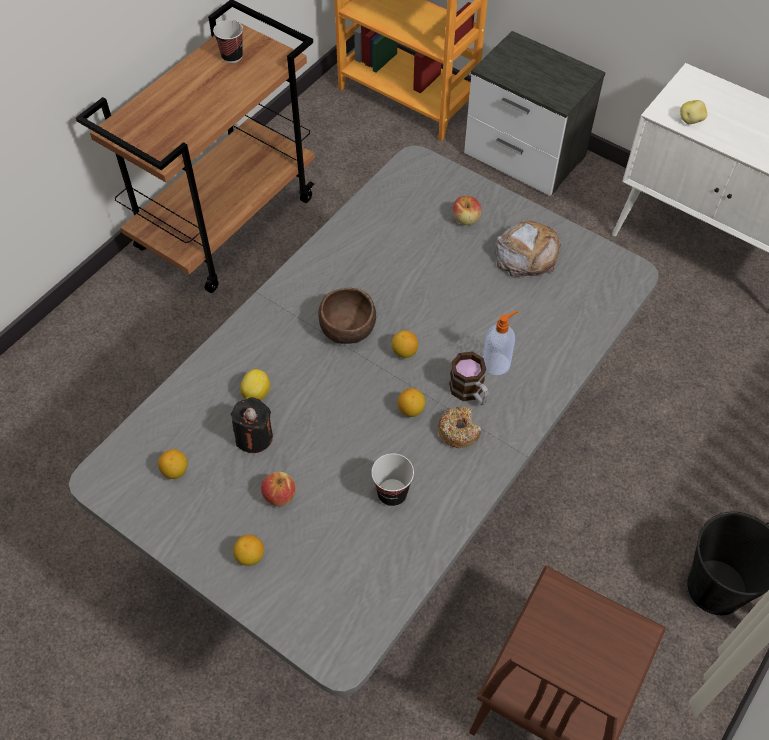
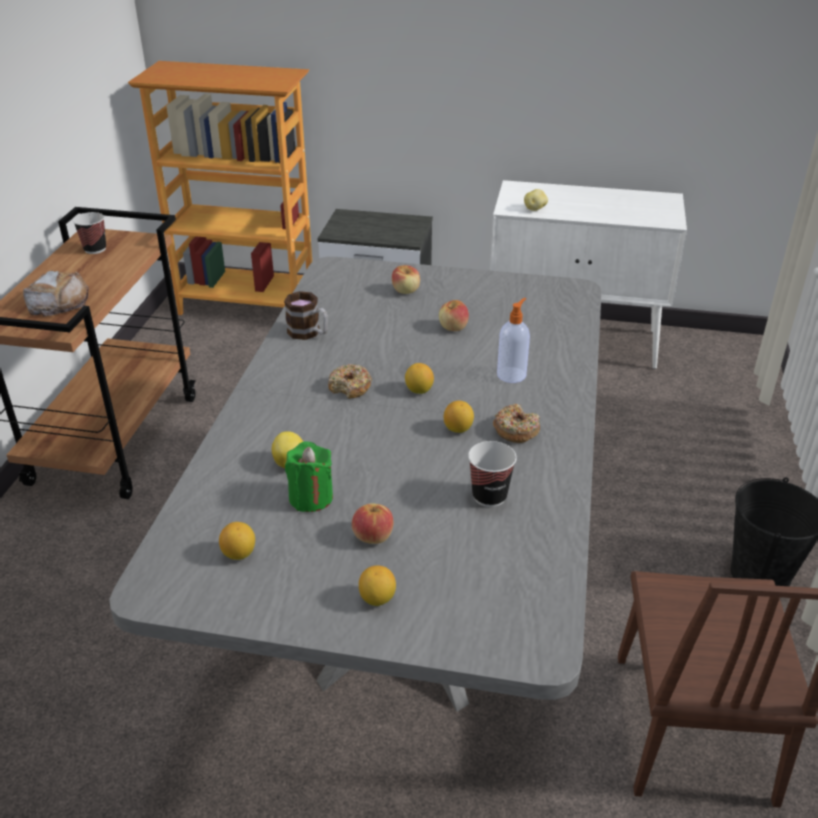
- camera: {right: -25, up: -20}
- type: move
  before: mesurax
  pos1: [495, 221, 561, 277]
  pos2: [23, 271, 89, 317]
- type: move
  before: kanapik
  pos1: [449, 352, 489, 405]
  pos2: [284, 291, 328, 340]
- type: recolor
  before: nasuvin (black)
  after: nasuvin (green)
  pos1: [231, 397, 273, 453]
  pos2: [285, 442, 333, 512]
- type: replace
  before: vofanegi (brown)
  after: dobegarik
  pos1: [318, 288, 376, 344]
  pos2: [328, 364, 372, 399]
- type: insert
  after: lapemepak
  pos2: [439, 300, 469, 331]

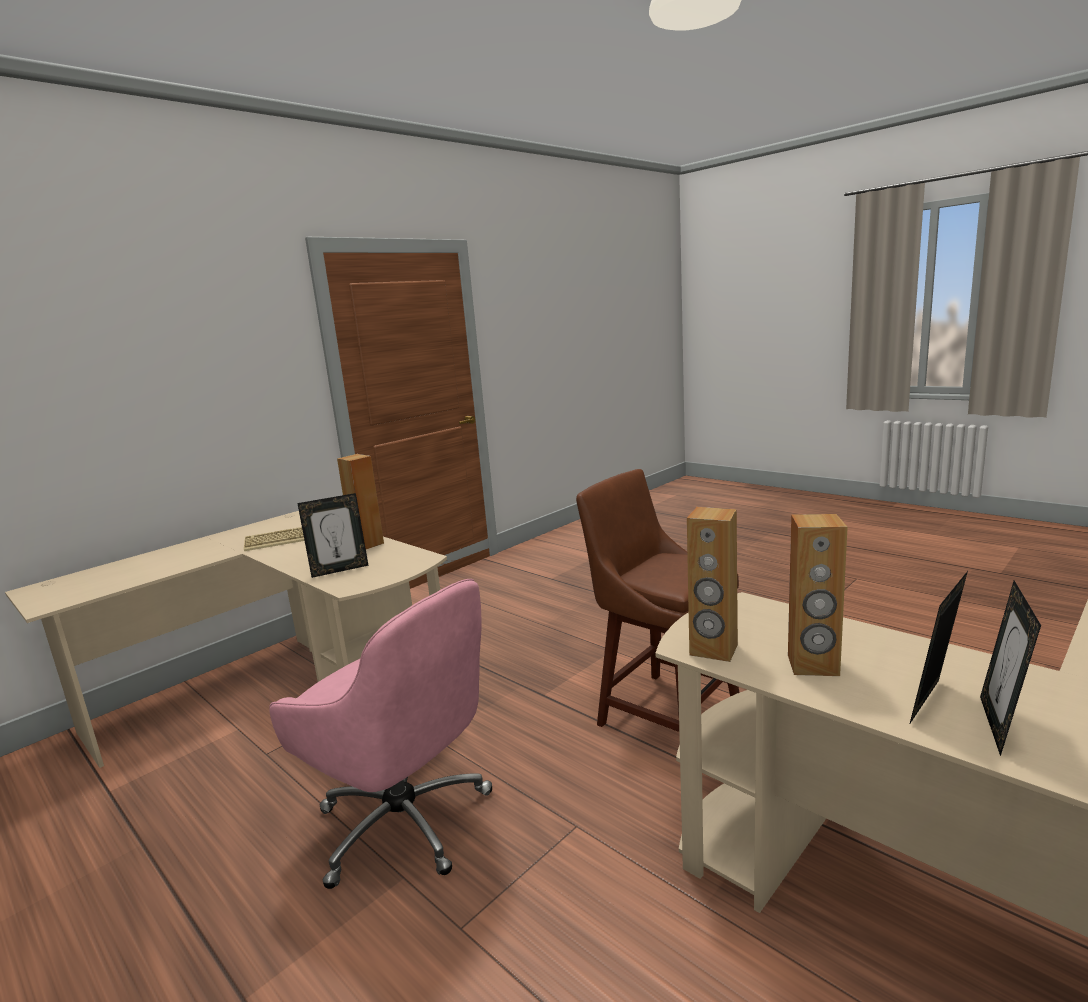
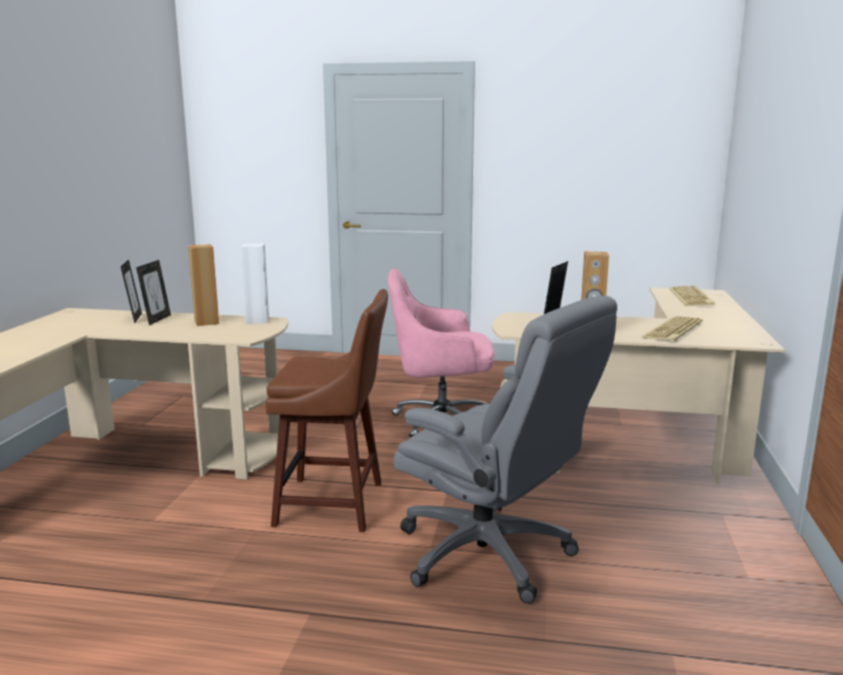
- camera: {right: 145, up: 0}
- type: recolor
  before: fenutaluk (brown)
  after: fenutaluk (white)
  pos1: [687, 507, 738, 662]
  pos2: [241, 244, 269, 324]
- type: insert
  after: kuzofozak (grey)
  pos2: [394, 296, 617, 604]
- type: insert
  after: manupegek
  pos2: [669, 286, 715, 306]

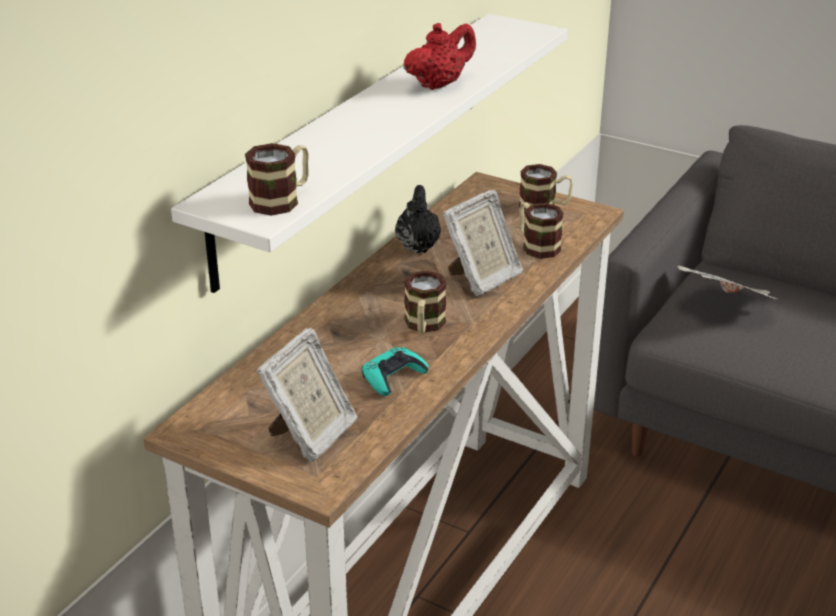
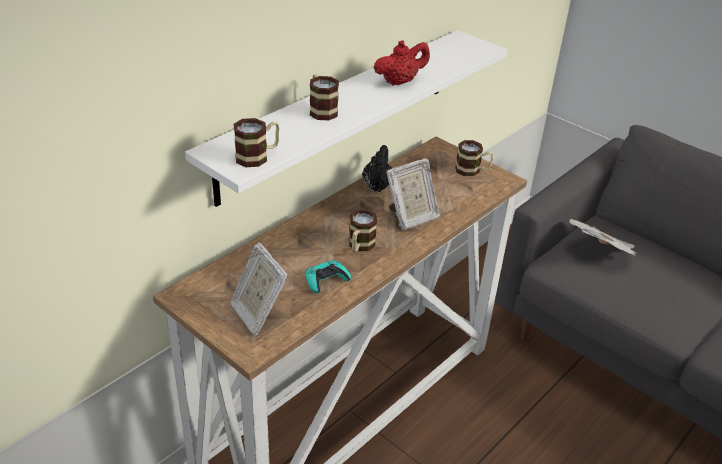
- camera: {right: 10, up: 5}
- type: rotate
  before: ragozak
  pos1: [257, 328, 358, 462]
  pos2: [230, 242, 288, 336]
  turn: 105
- type: move
  before: kanapik
  pos1: [519, 203, 564, 259]
  pos2: [310, 74, 339, 120]

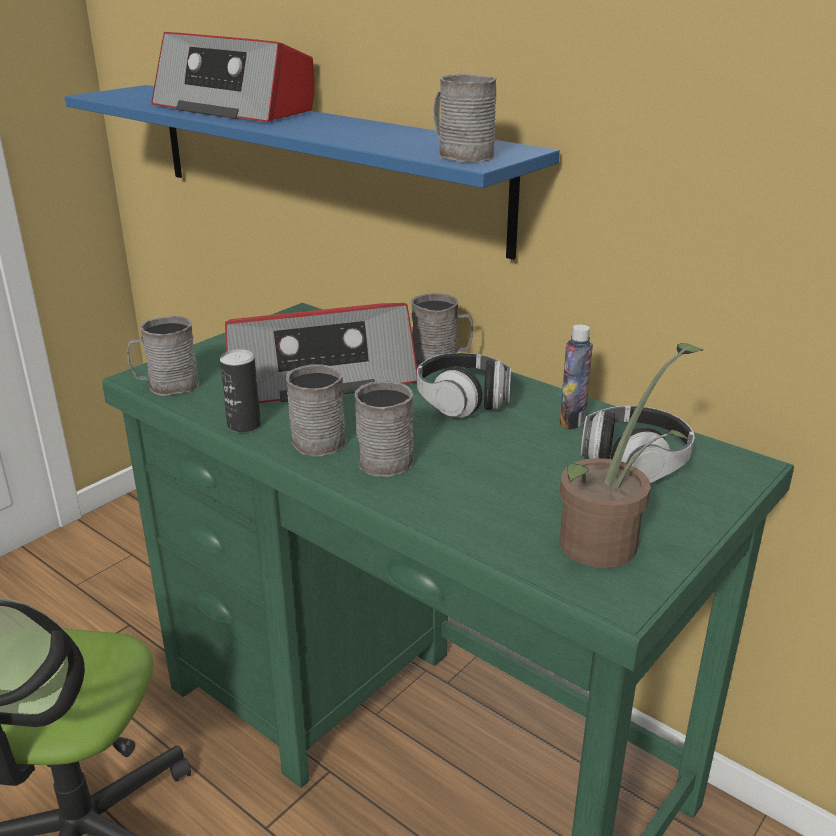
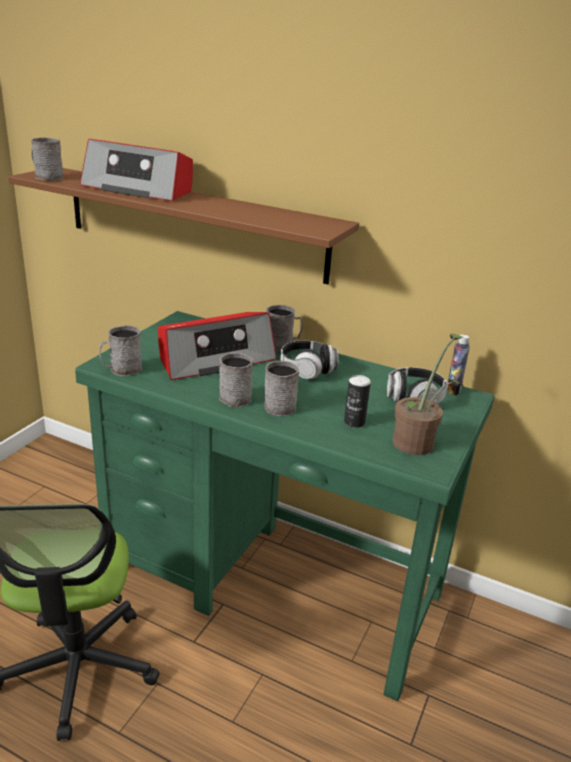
- camera: {right: -15, up: 0}
- type: recolor
  before: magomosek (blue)
  after: magomosek (brown)
  pos1: [65, 85, 560, 260]
  pos2: [8, 168, 359, 284]
- type: move
  before: kanapik (grey)
  pos1: [434, 74, 496, 163]
  pos2: [31, 138, 64, 181]
- type: move
  before: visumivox
  pos1: [220, 349, 261, 433]
  pos2: [344, 375, 371, 428]
- type: move
  before: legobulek
  pos1: [560, 324, 593, 430]
  pos2: [447, 334, 470, 395]

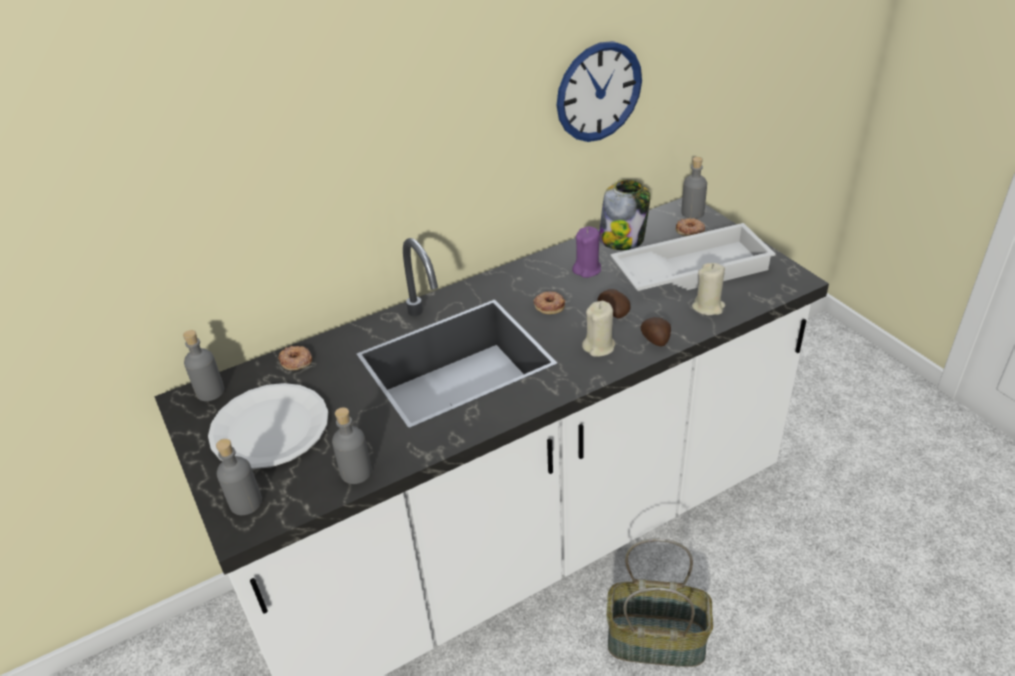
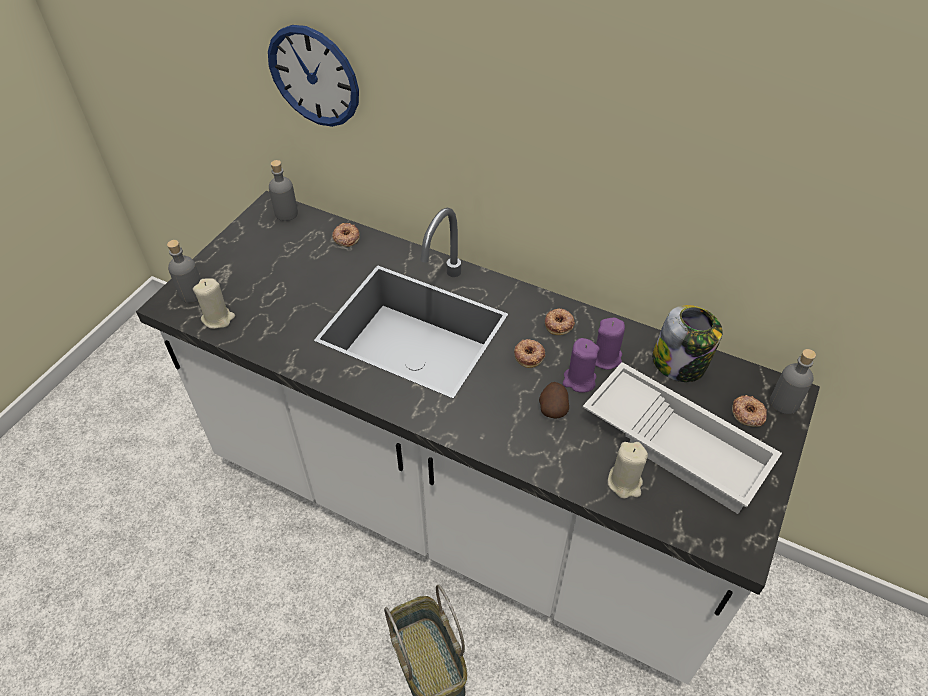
- camera: {right: 55, up: 10}
- type: move
  before: nasuvin (beige)
  pos1: [582, 301, 615, 357]
  pos2: [193, 278, 235, 329]
- type: move
  before: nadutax
  pos1: [556, 41, 642, 142]
  pos2: [268, 25, 359, 127]
- type: insert
  after: dobegarik
  pos2: [545, 308, 575, 335]
- type: insert
  after: nasuvin (purple)
  pos2: [563, 338, 599, 393]
- type: delete
  before: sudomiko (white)
  pos1: [208, 383, 328, 469]
- type: delete
  before: legobulek (grey)
  pos1: [332, 407, 372, 484]
- type: delete
  before: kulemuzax
  pos1: [641, 317, 671, 347]

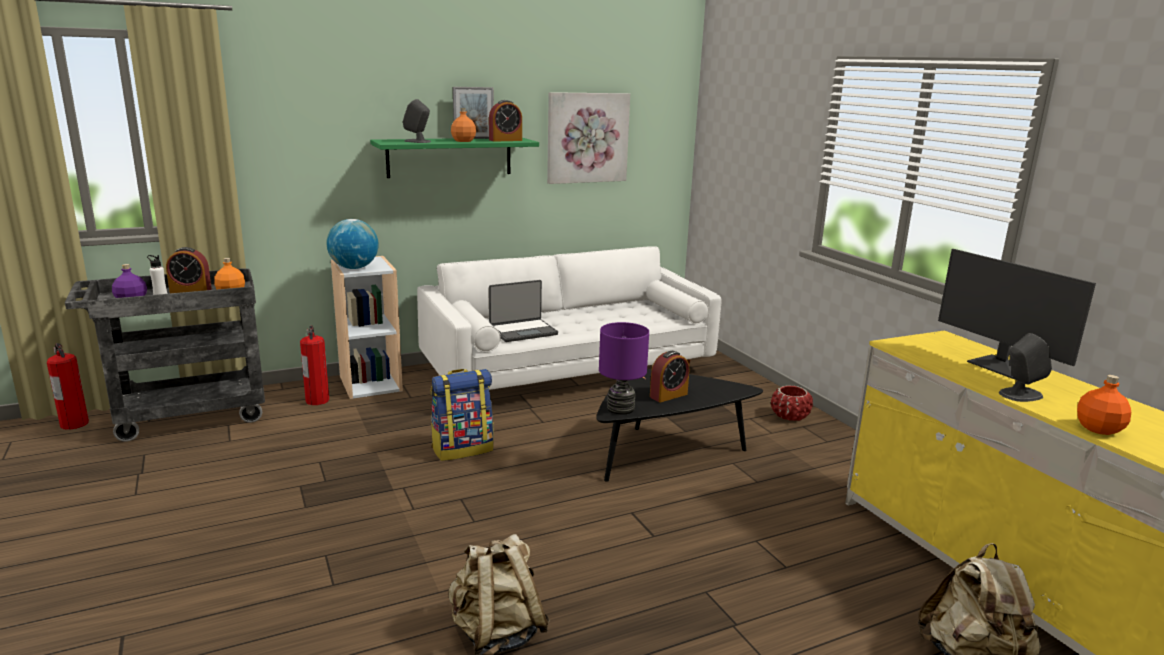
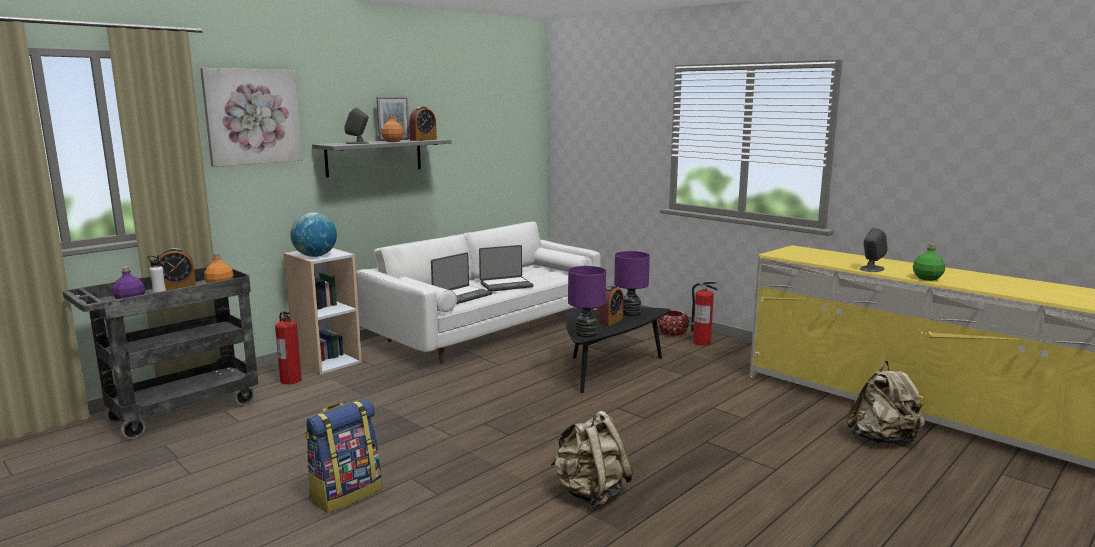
- camera: {right: -20, up: -5}
- type: move
  before: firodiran
  pos1: [547, 92, 630, 184]
  pos2: [200, 68, 302, 167]
- type: move
  before: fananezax
  pos1: [430, 369, 494, 461]
  pos2: [305, 399, 382, 513]
- type: recolor
  before: magomosek (green)
  after: magomosek (grey)
  pos1: [370, 138, 539, 178]
  pos2: [312, 139, 451, 177]
- type: insert
  after: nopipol
  pos2: [479, 245, 533, 291]
- type: insert
  after: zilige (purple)
  pos2: [614, 251, 650, 316]
- type: move
  before: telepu
  pos1: [47, 343, 89, 430]
  pos2: [691, 282, 717, 346]
- type: recolor
  before: legobulek (orange)
  after: legobulek (green)
  pos1: [1077, 375, 1131, 435]
  pos2: [913, 244, 945, 281]
- type: delete
  before: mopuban
  pos1: [938, 249, 1096, 379]

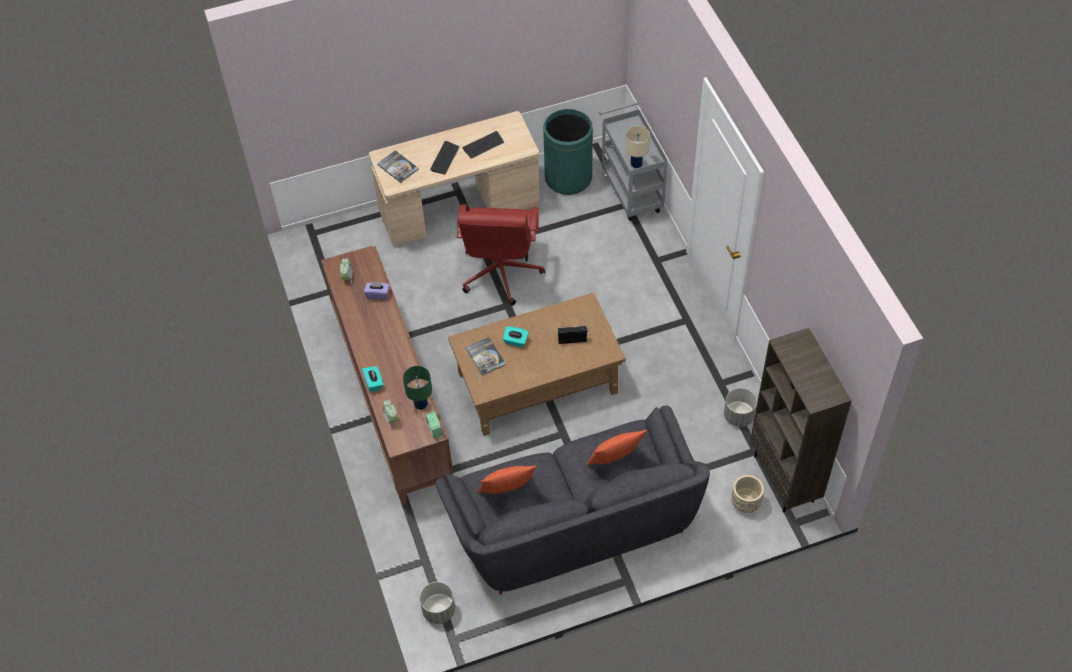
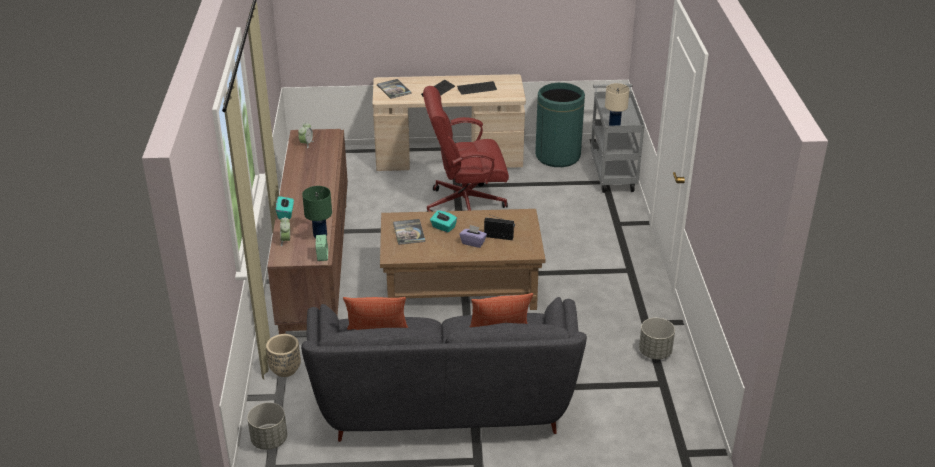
- camera: {right: 15, up: -20}
- type: move
  before: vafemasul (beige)
  pos1: [731, 475, 764, 513]
  pos2: [266, 334, 301, 377]
- type: rotate
  before: kuzofozak (red)
  pos1: [457, 204, 545, 306]
  pos2: [423, 86, 509, 212]
  turn: 60
- type: move
  before: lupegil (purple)
  pos1: [364, 281, 389, 300]
  pos2: [460, 225, 487, 248]
- type: delete
  before: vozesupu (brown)
  pos1: [750, 328, 852, 512]

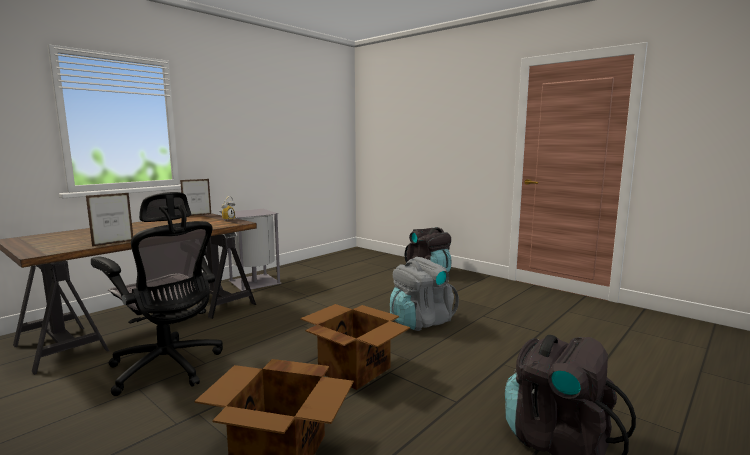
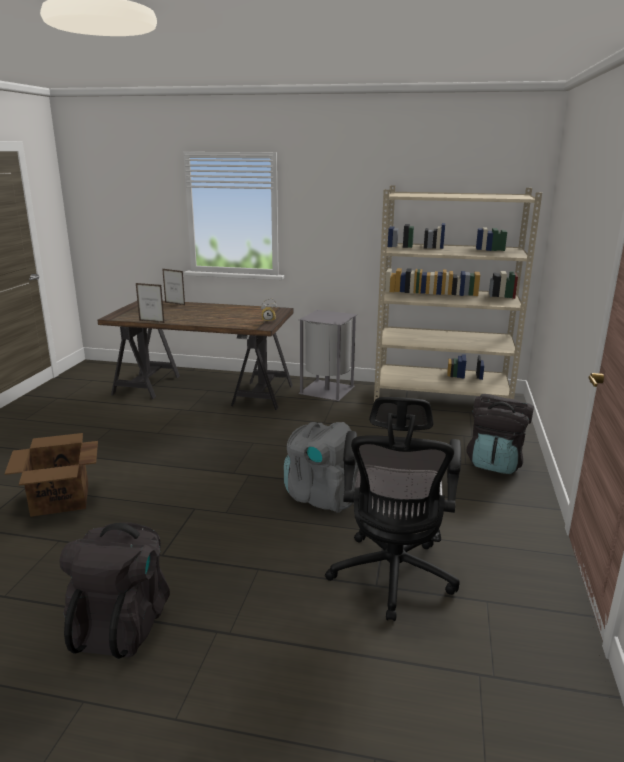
- camera: {right: 60, up: 10}
- type: move
  before: ragozak
  pos1: [180, 179, 211, 216]
  pos2: [162, 269, 185, 305]
- type: move
  before: kuzofozak
  pos1: [91, 192, 223, 396]
  pos2: [325, 397, 461, 621]
- type: insert
  after: vozesupu (beige)
  pos2: [374, 185, 542, 402]
- type: delete
  before: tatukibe
  pos1: [300, 304, 410, 390]

